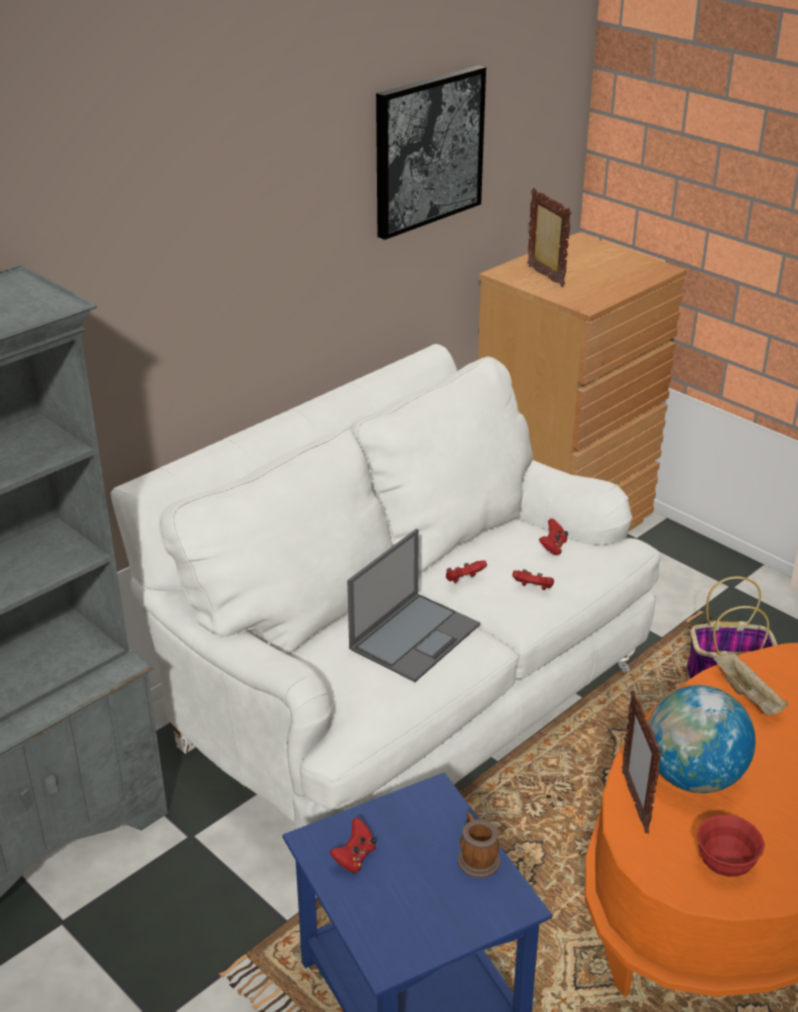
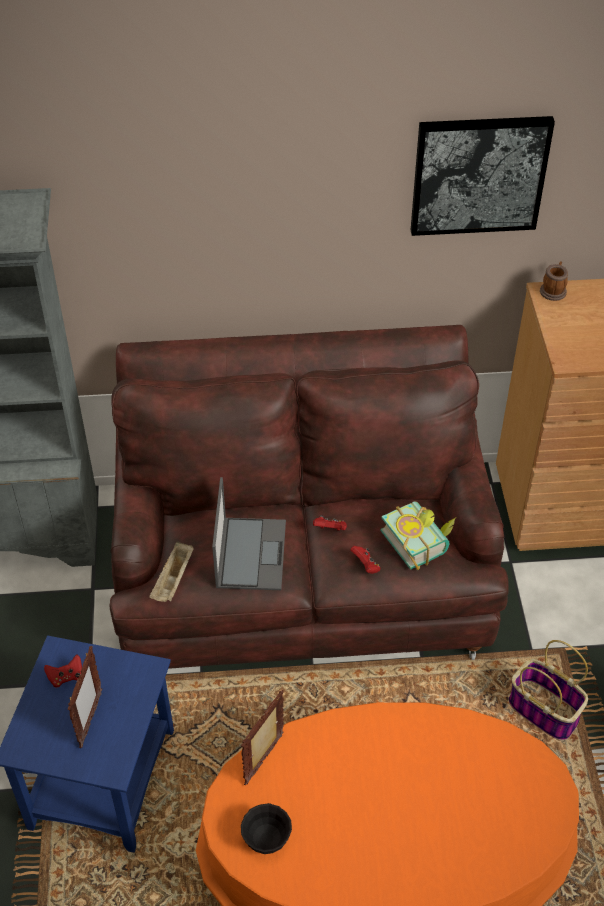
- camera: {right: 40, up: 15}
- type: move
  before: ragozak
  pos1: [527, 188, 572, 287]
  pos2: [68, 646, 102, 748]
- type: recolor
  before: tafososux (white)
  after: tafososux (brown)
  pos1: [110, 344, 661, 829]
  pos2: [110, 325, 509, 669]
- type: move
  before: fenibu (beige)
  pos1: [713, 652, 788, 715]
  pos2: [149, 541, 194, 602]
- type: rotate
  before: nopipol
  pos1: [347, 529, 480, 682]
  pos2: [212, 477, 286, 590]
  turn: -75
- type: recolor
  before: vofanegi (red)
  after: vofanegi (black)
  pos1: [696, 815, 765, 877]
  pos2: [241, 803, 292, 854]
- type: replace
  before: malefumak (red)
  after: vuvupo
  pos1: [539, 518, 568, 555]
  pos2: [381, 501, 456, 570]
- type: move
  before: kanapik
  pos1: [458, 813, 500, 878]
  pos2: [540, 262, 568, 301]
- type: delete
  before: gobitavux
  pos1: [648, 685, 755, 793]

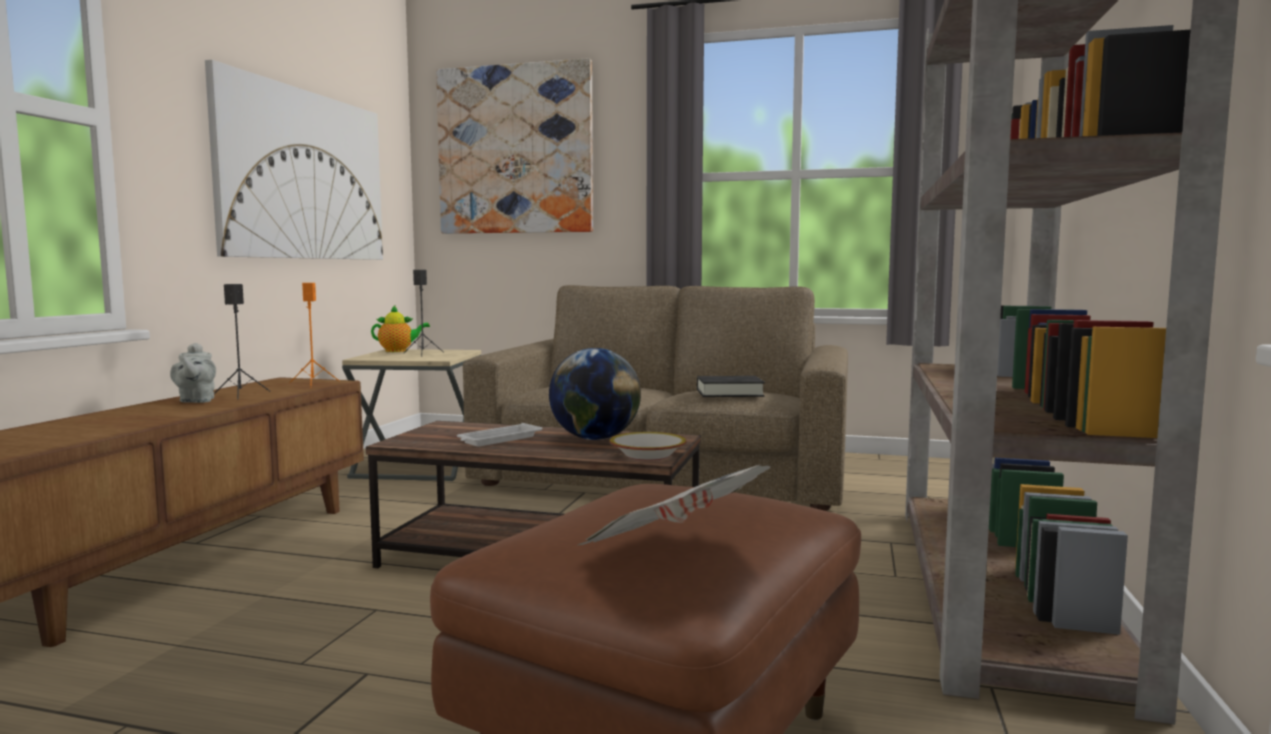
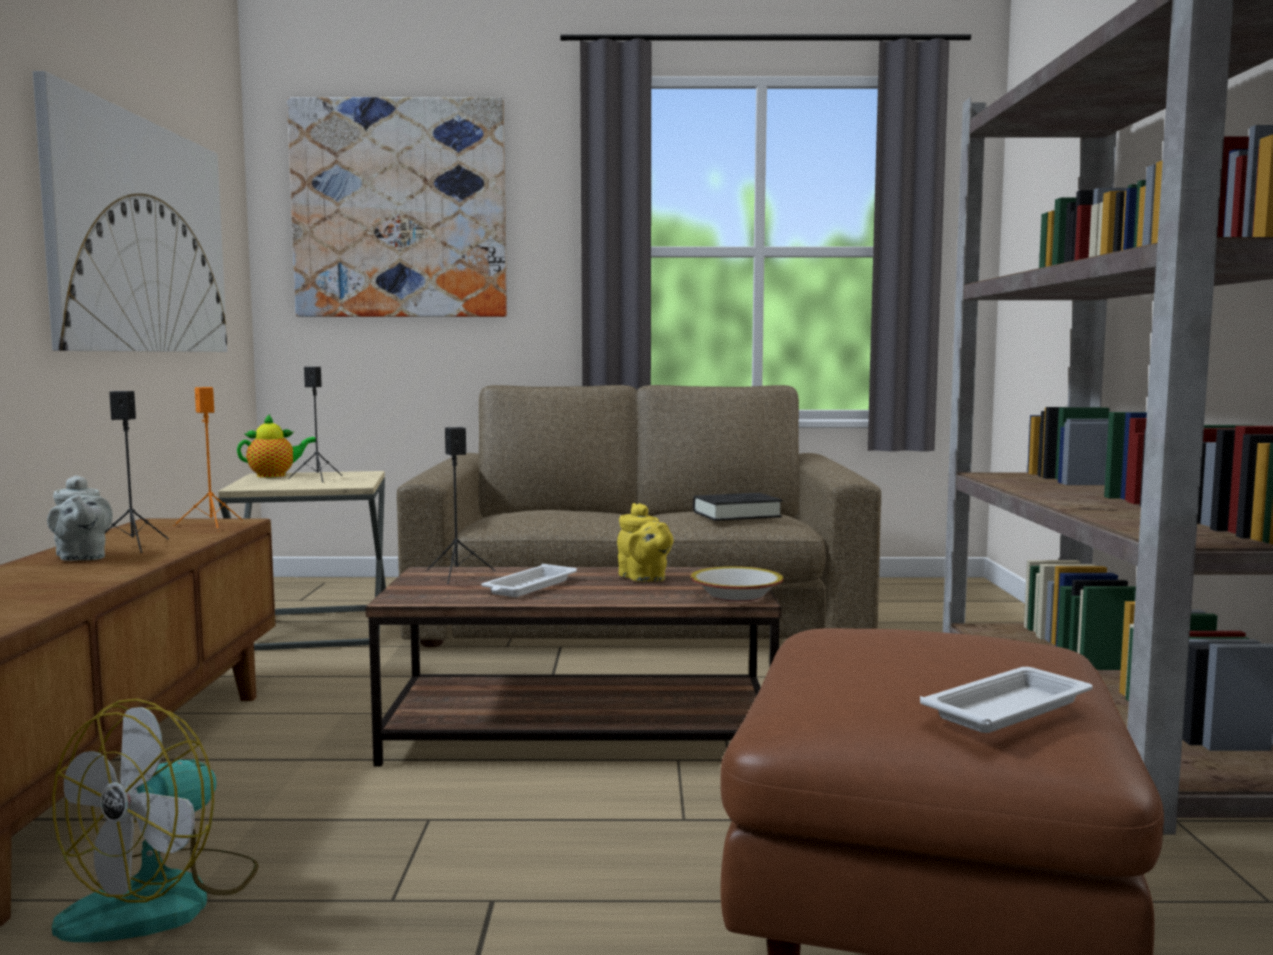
- camera: {right: -15, up: 0}
- type: insert
  after: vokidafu
  pos2: [52, 698, 259, 942]
- type: insert
  after: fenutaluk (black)
  pos2: [427, 427, 496, 584]
- type: replace
  before: gobitavux
  after: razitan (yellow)
  pos1: [549, 348, 641, 440]
  pos2: [617, 503, 674, 582]
- type: replace
  before: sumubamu
  after: fenibu (white)
  pos1: [578, 464, 771, 545]
  pos2: [920, 667, 1093, 733]

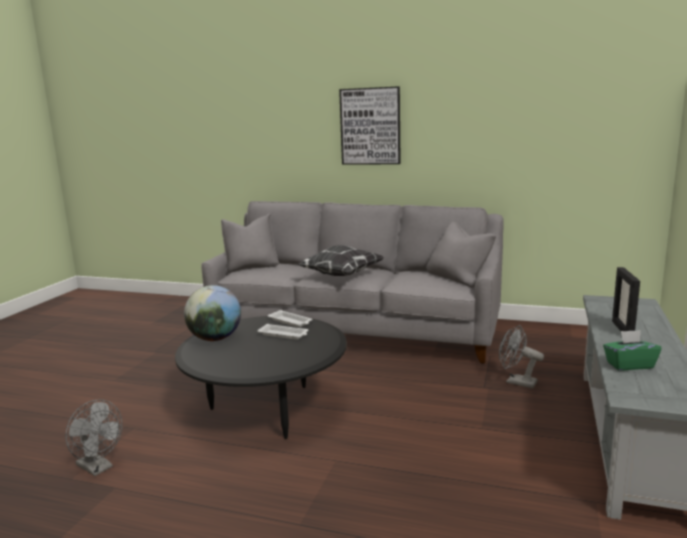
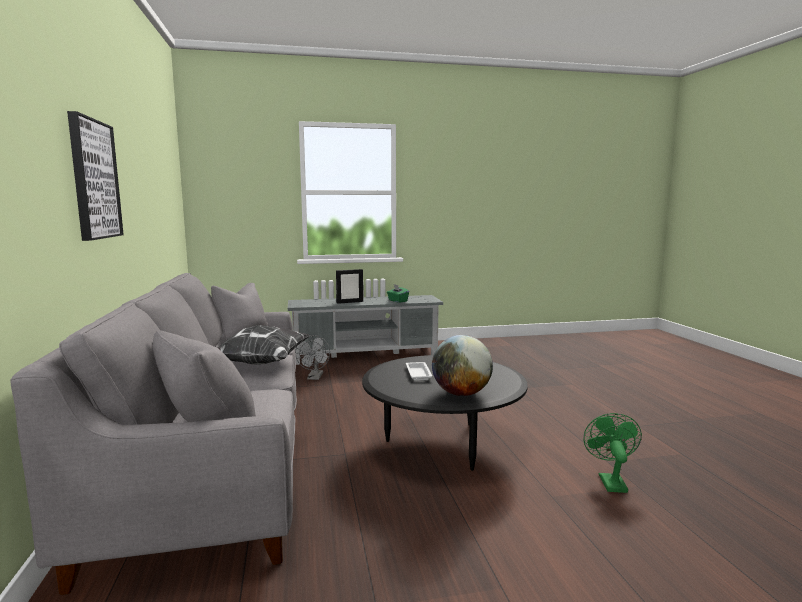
- camera: {right: -120, up: -5}
- type: recolor
  before: vokidafu (grey)
  after: vokidafu (green)
  pos1: [65, 399, 122, 476]
  pos2: [583, 413, 642, 493]
- type: delete
  before: fenibu (white)
  pos1: [268, 310, 312, 328]

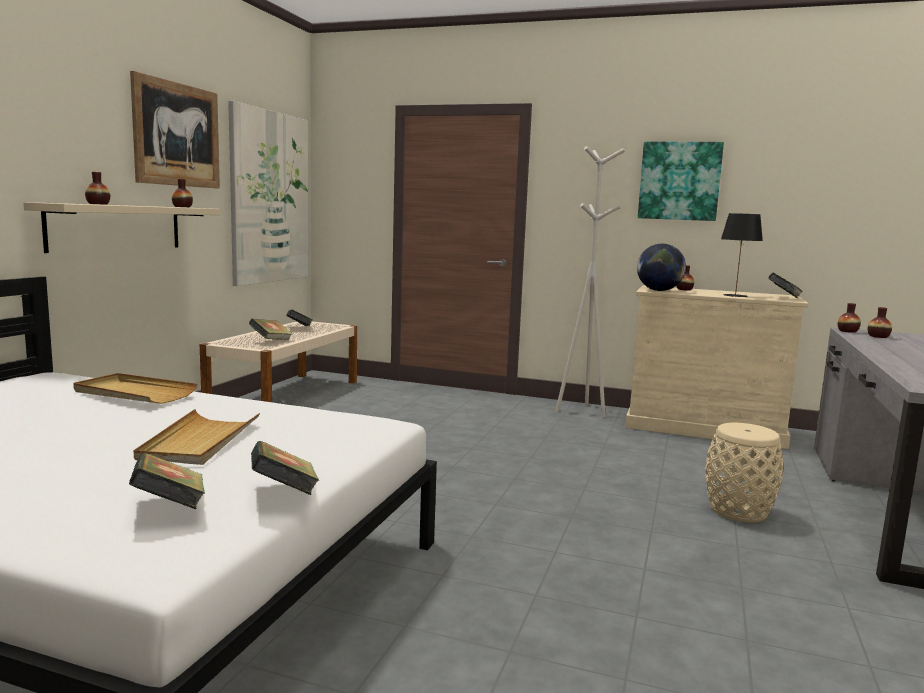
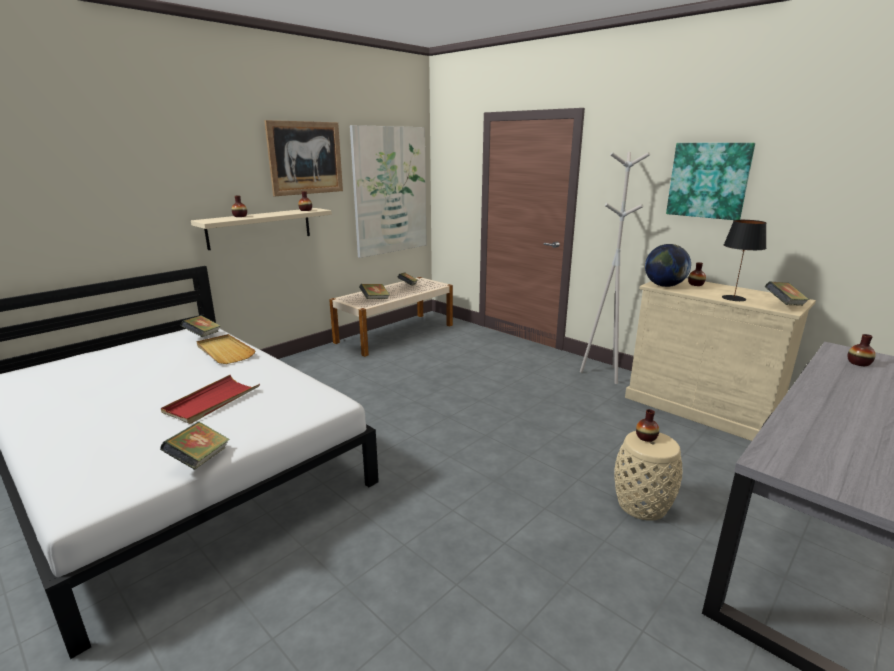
- camera: {right: 25, up: 10}
- type: recolor
  before: fenibu (beige)
  after: fenibu (red)
  pos1: [134, 409, 260, 465]
  pos2: [161, 375, 260, 424]
- type: move
  before: vuvupo
  pos1: [129, 453, 205, 509]
  pos2: [180, 315, 221, 337]
- type: move
  before: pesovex
  pos1: [838, 303, 861, 333]
  pos2: [636, 409, 659, 442]

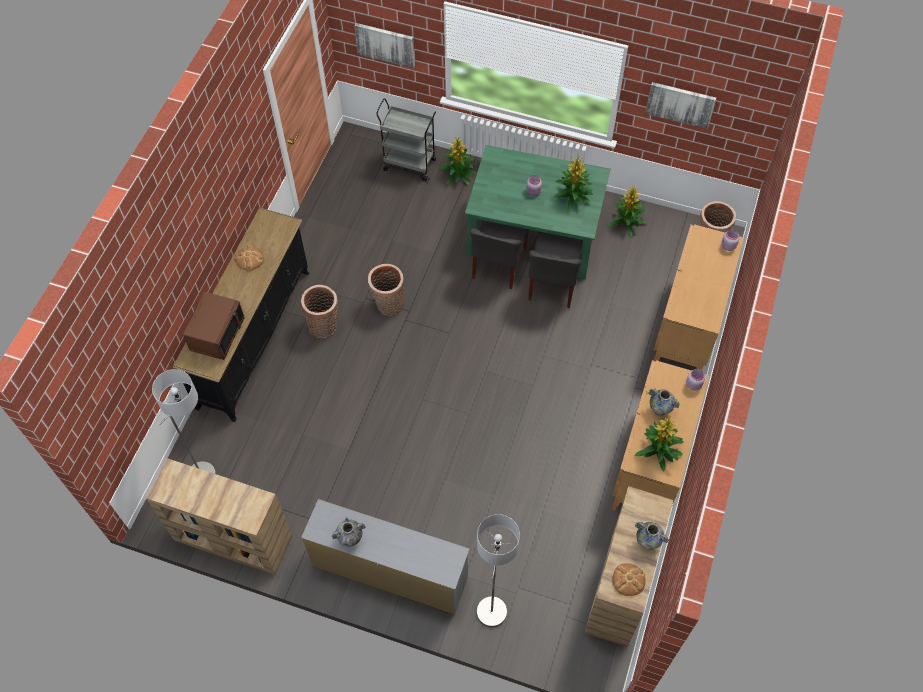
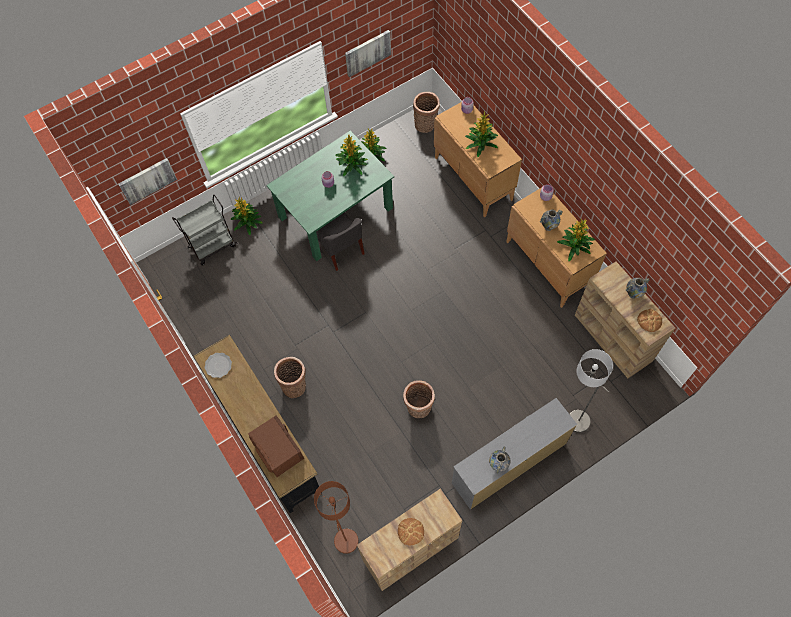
- camera: {right: -50, up: 5}
- type: insert
  after: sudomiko
  pos2: [205, 353, 232, 378]
- type: recolor
  before: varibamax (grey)
  after: varibamax (brown)
  pos1: [152, 369, 216, 474]
  pos2: [314, 481, 358, 554]
- type: move
  before: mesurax
  pos1: [235, 245, 264, 271]
  pos2: [398, 518, 424, 545]
- type: move
  before: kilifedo
  pos1: [368, 264, 405, 316]
  pos2: [403, 380, 435, 418]
- type: insert
  after: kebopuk
  pos2: [465, 111, 498, 157]
- type: delete
  before: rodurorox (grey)
  pos1: [528, 232, 583, 308]

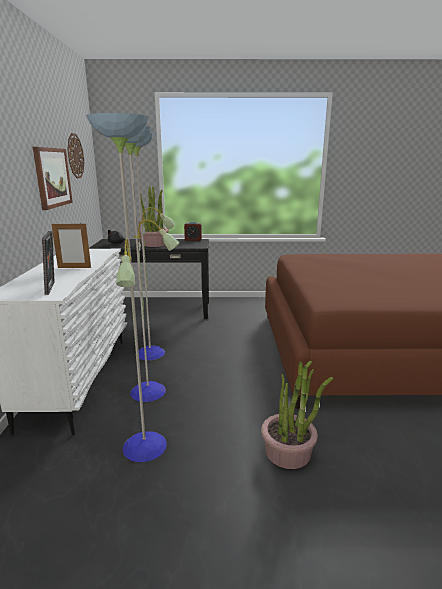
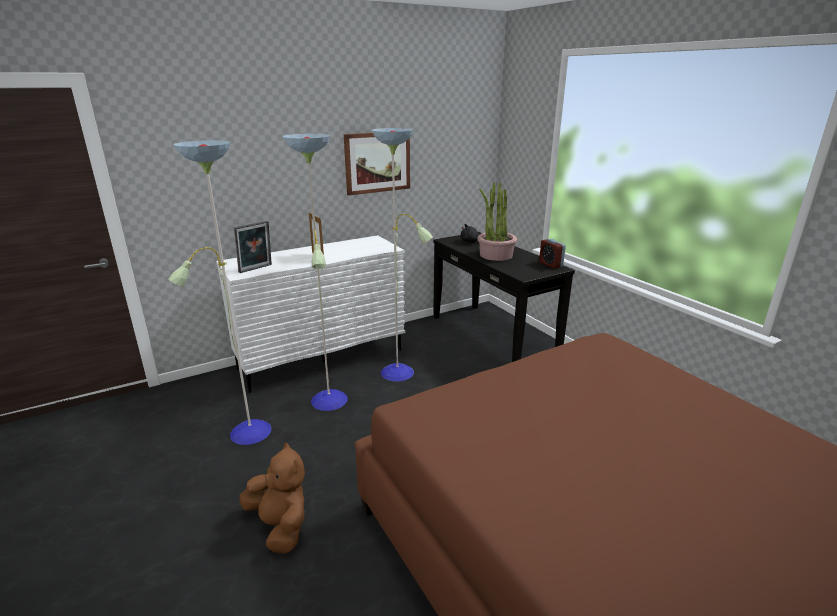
- camera: {right: 60, up: 5}
- type: replace
  before: kebopuk
  after: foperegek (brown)
  pos1: [261, 361, 333, 469]
  pos2: [239, 442, 305, 554]
- type: delete
  before: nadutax
  pos1: [67, 133, 84, 178]

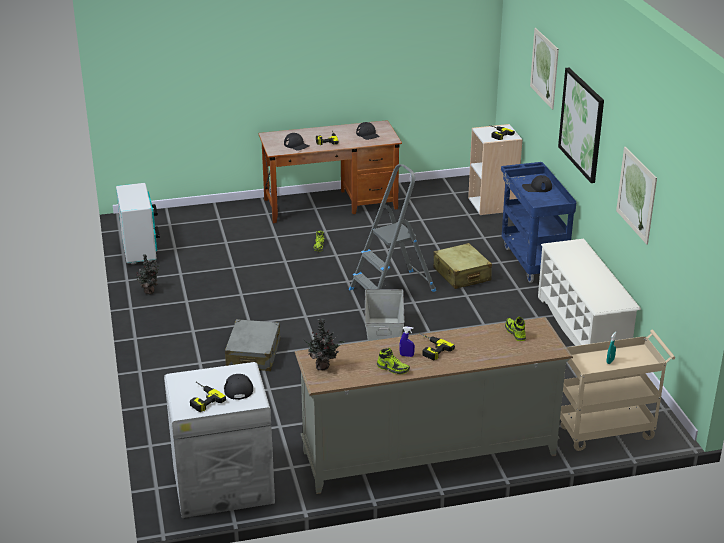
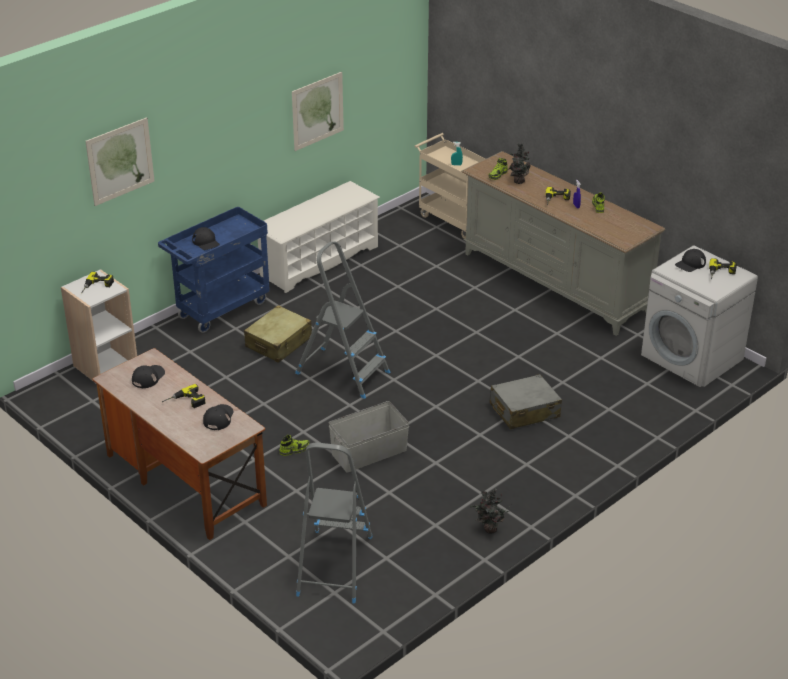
- camera: {right: -120, up: 5}
- type: insert
  after: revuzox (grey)
  pos2: [296, 443, 373, 603]
- type: move
  before: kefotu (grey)
  pos1: [365, 289, 405, 341]
  pos2: [329, 401, 409, 473]
- type: move
  before: kebopuk
  pos1: [303, 319, 344, 370]
  pos2: [507, 143, 531, 184]
- type: delete
  before: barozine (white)
  pos1: [116, 183, 160, 265]
- type: delete
  before: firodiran
  pos1: [558, 68, 604, 183]

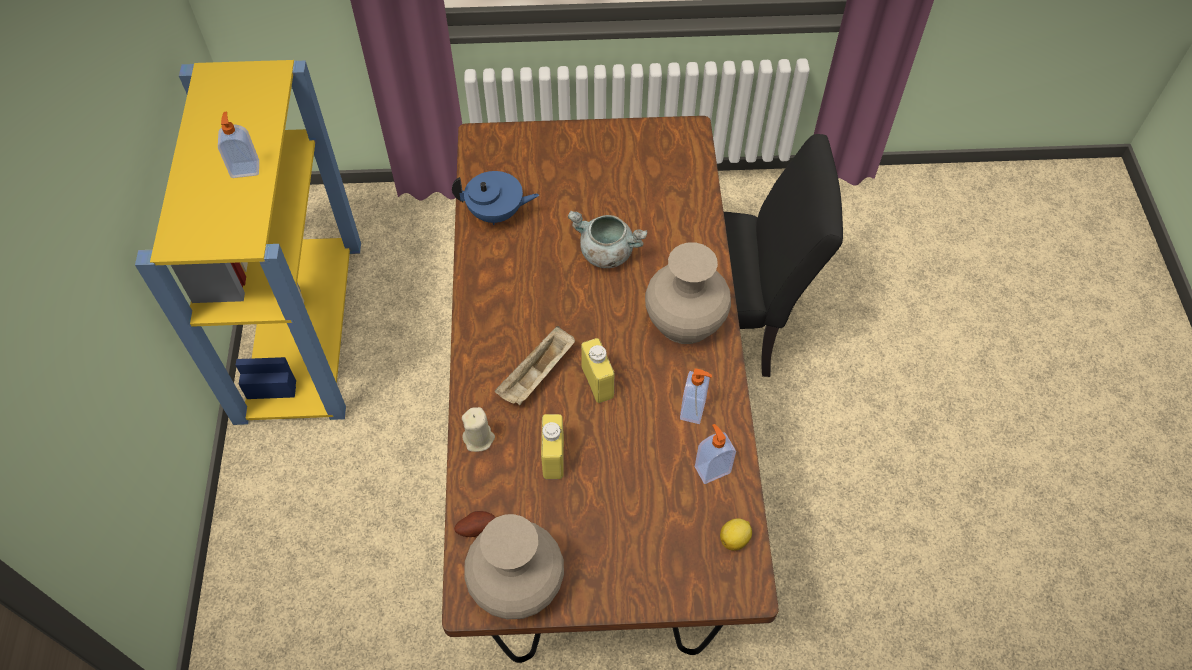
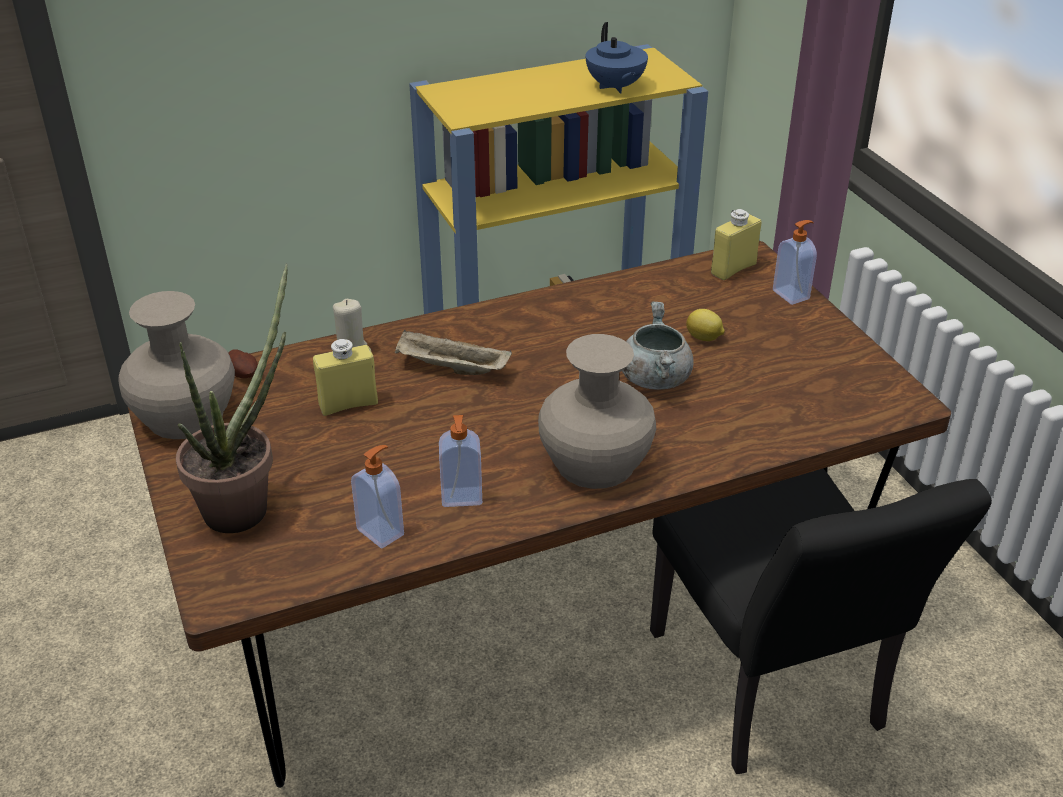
- camera: {right: 70, up: -20}
- type: insert
  after: kebopuk
  pos2: [176, 264, 288, 533]
- type: move
  before: razitan (blue)
  pos1: [452, 171, 539, 225]
  pos2: [586, 22, 648, 93]
- type: move
  before: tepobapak
  pos1: [720, 518, 752, 551]
  pos2: [686, 309, 725, 341]
- type: move
  before: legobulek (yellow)
  pos1: [581, 338, 615, 403]
  pos2: [711, 209, 762, 280]
- type: move
  before: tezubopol
  pos1: [218, 112, 259, 178]
  pos2: [773, 220, 817, 305]

